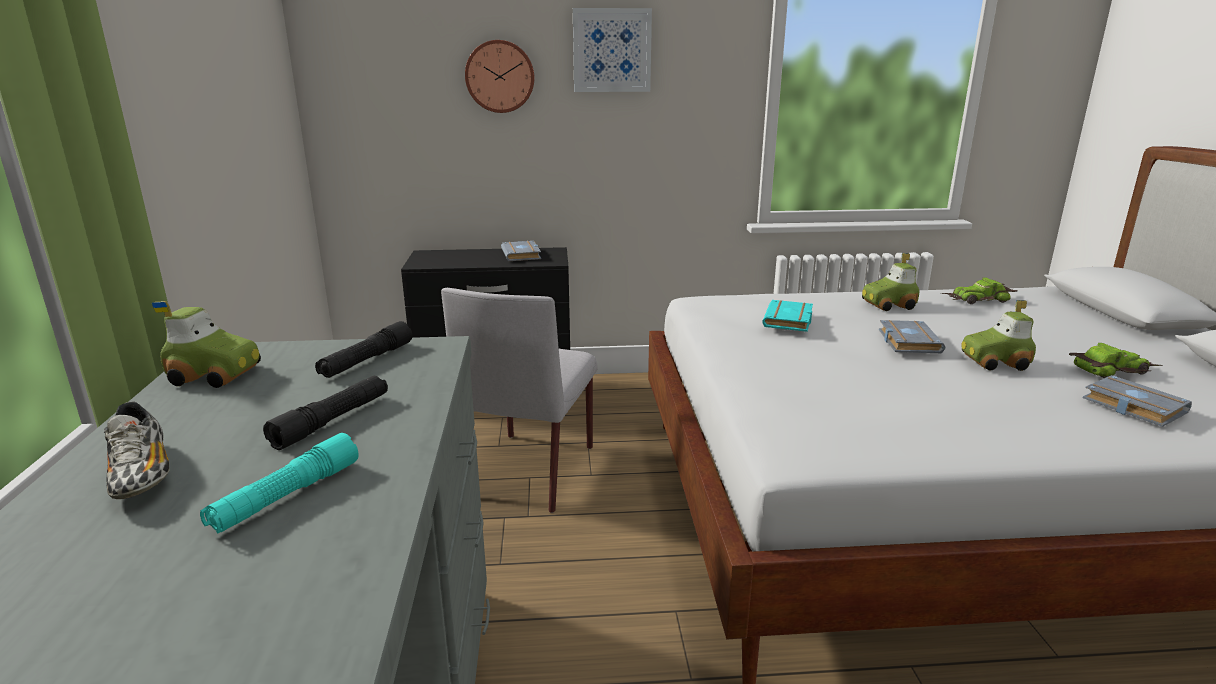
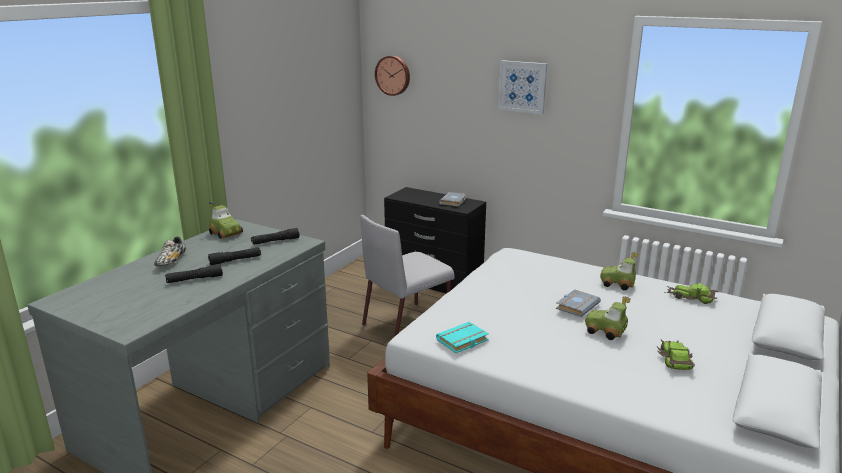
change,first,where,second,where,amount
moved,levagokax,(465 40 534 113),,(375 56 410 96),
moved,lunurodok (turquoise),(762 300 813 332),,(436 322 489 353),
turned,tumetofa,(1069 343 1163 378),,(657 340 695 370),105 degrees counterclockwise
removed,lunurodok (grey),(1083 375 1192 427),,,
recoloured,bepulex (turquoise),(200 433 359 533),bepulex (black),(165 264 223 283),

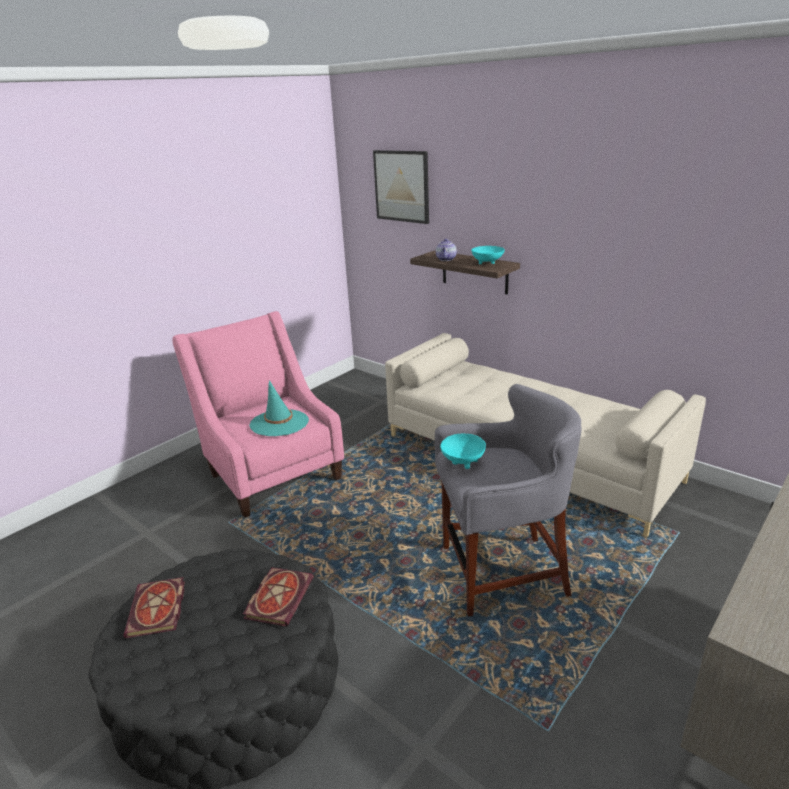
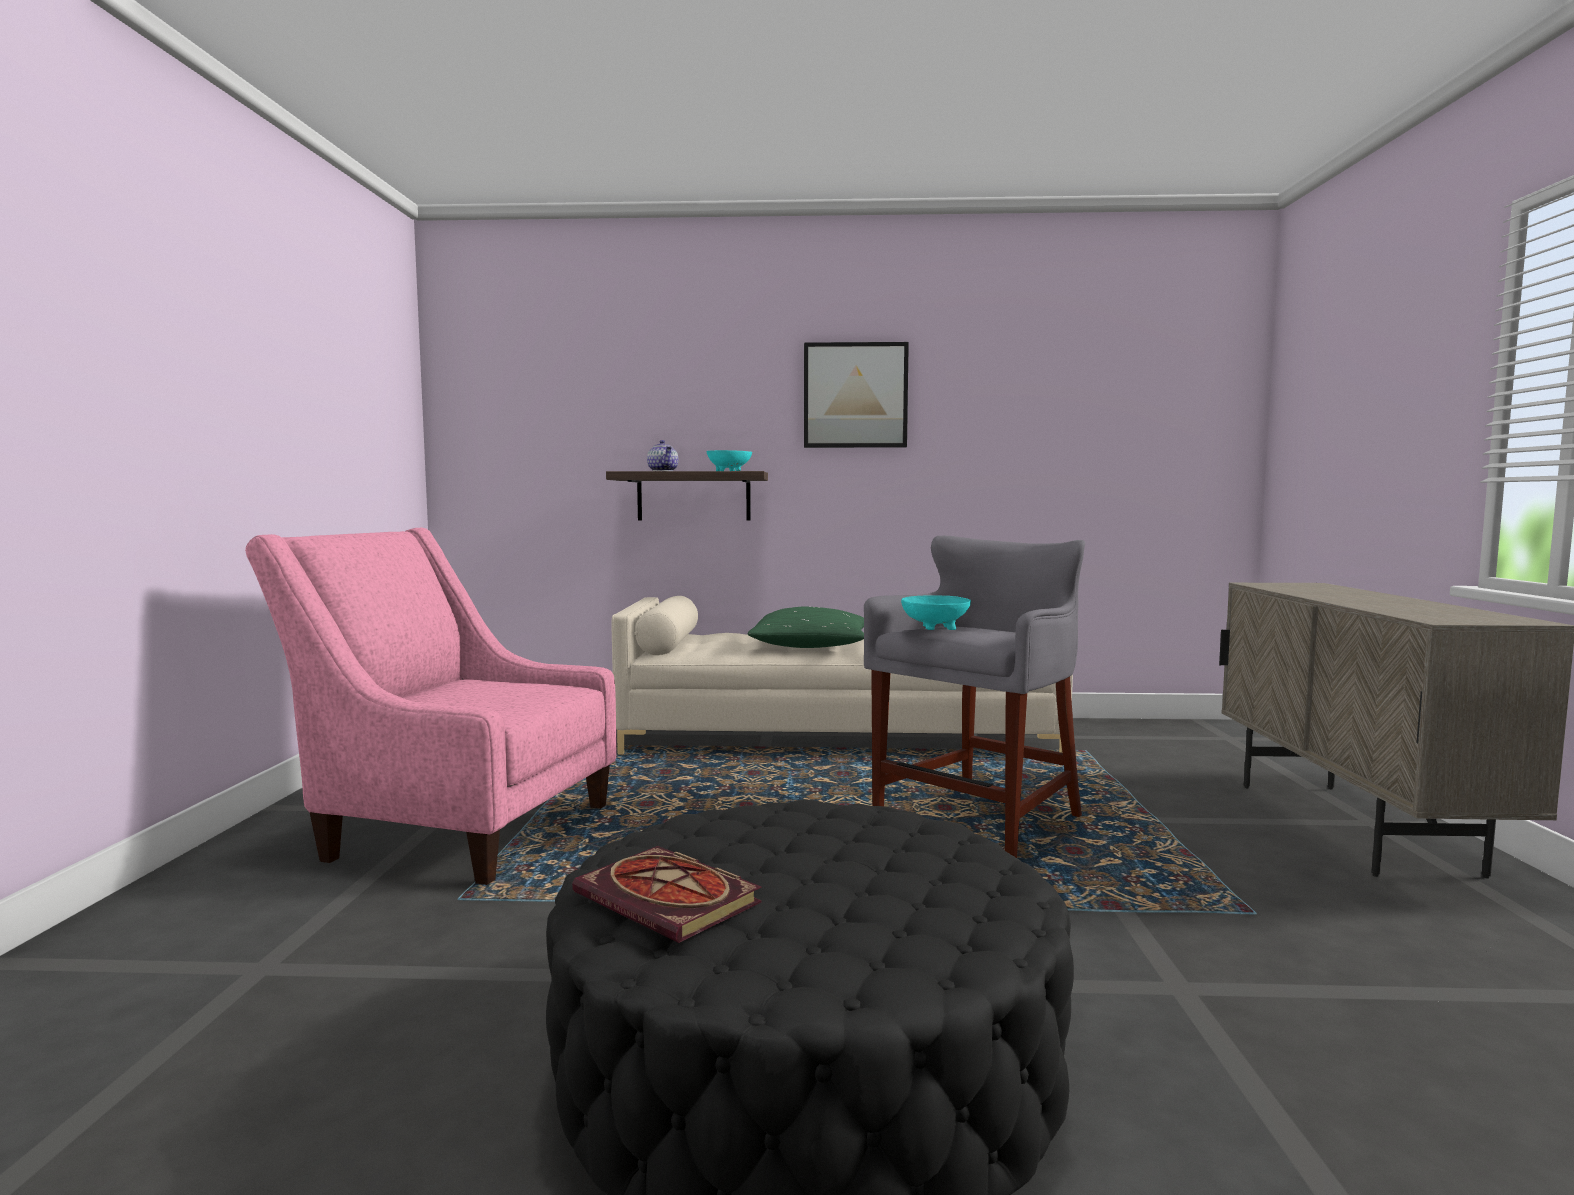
change,first,where,second,where,amount
moved,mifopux,(373 150 429 224),,(804 342 909 448),
removed,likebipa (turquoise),(249 380 309 436),,,
removed,lunurodok,(243 567 313 626),,,
added,,,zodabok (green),(748 607 864 648),

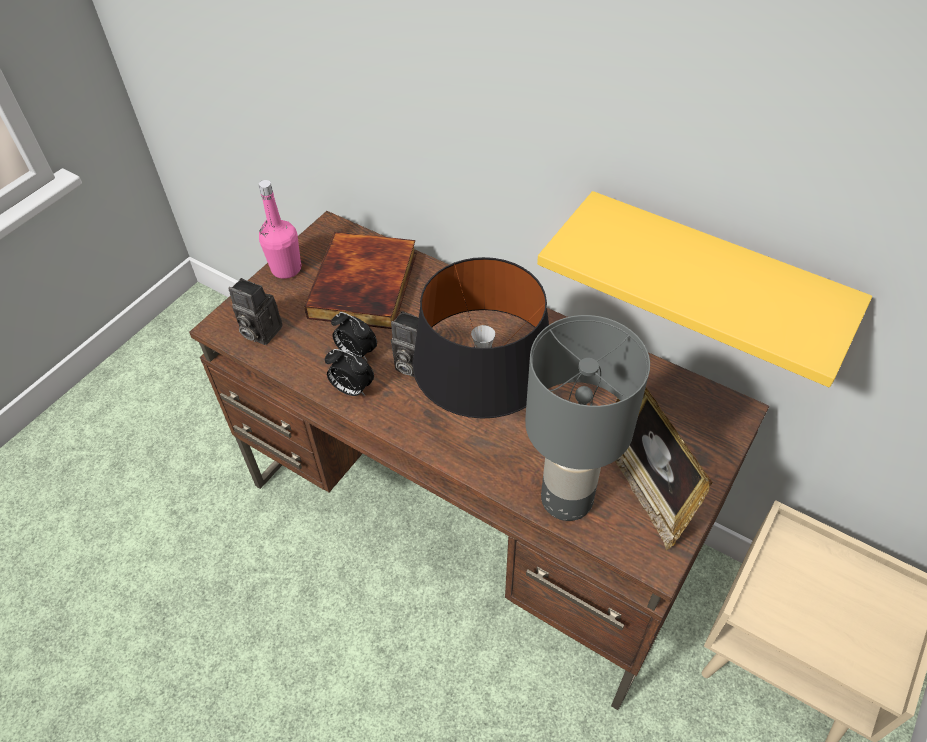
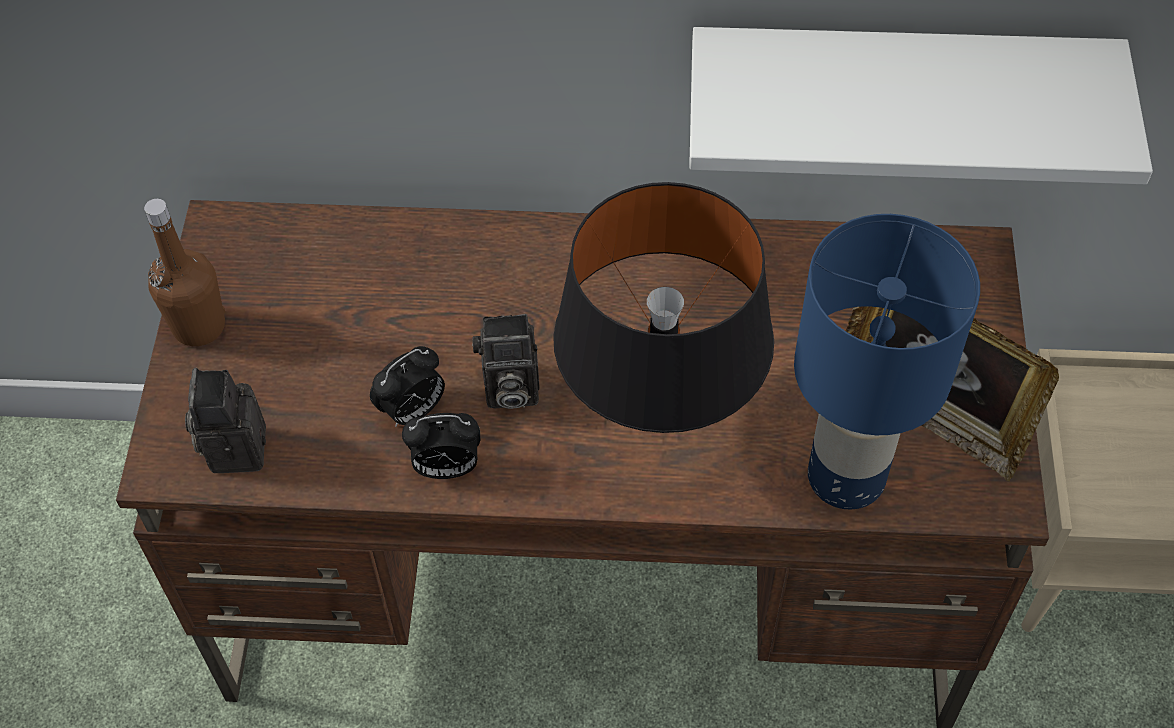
change,first,where,second,where,amount
recoloured,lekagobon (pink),(258 180 302 279),lekagobon (brown),(144 199 225 346),
recoloured,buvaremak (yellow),(537 191 872 387),buvaremak (white),(689 27 1153 184),
removed,lunurodok,(304 232 417 329),,,
turned,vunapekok,(229 278 283 345),,(185 368 266 473),90 degrees clockwise
turned,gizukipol,(331 312 377 362),,(370 346 445 427),45 degrees counterclockwise
recoloured,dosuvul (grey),(525 315 650 521),dosuvul (blue),(794 214 980 510),

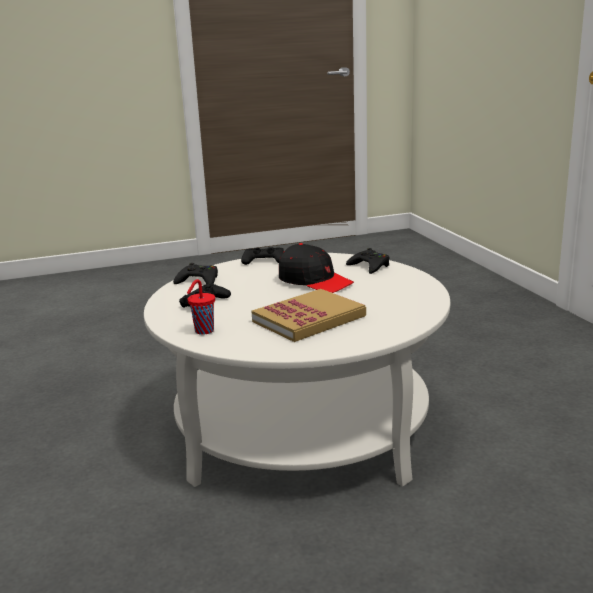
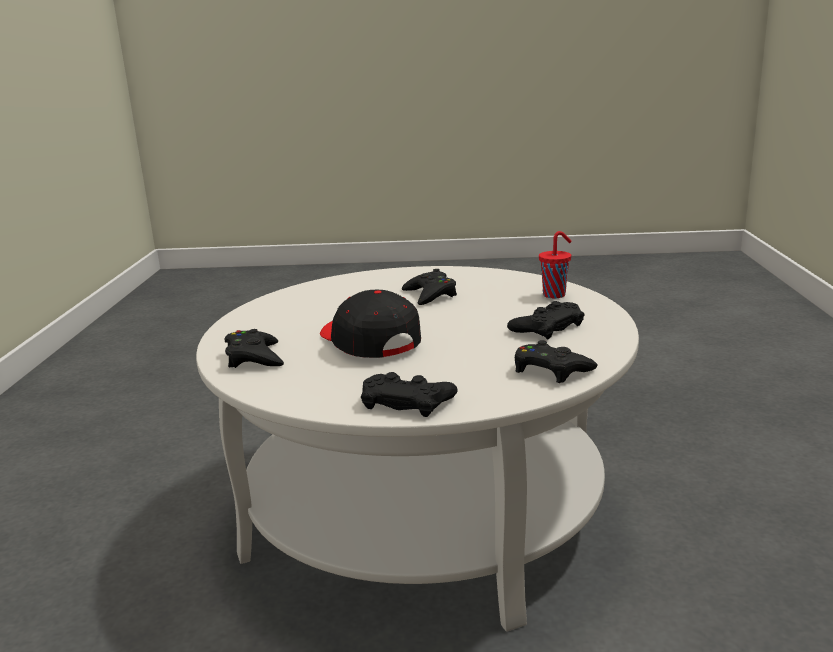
change,first,where,second,where,amount
replaced,lunurodok,(252 289 366 342),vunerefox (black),(402 269 457 305),

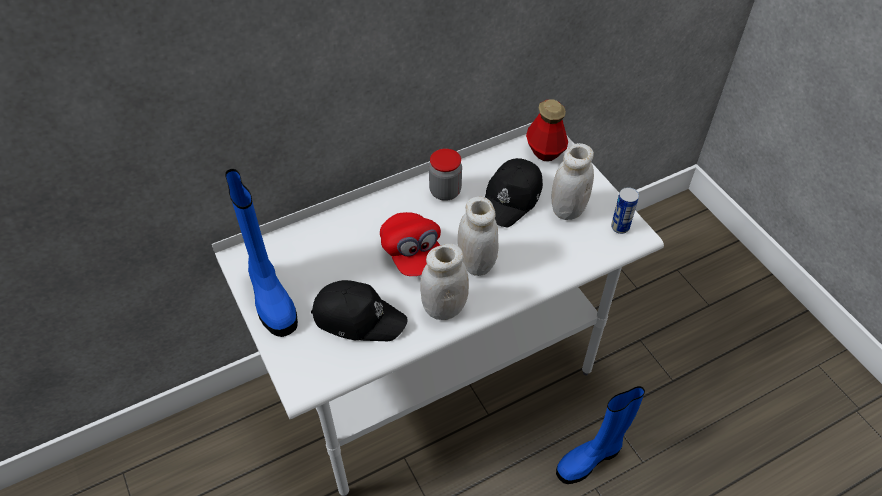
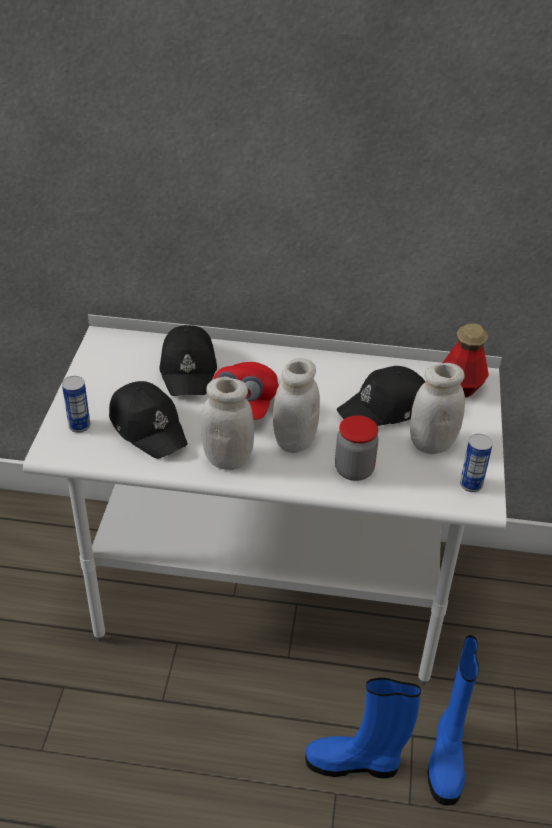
change,first,where,second,where,amount
moved,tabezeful,(429 149 462 201),,(335 415 379 481),
moved,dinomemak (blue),(225 169 298 337),,(427 635 479 806),
added,,,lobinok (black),(159 325 217 396),
added,,,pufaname,(62 376 90 433),

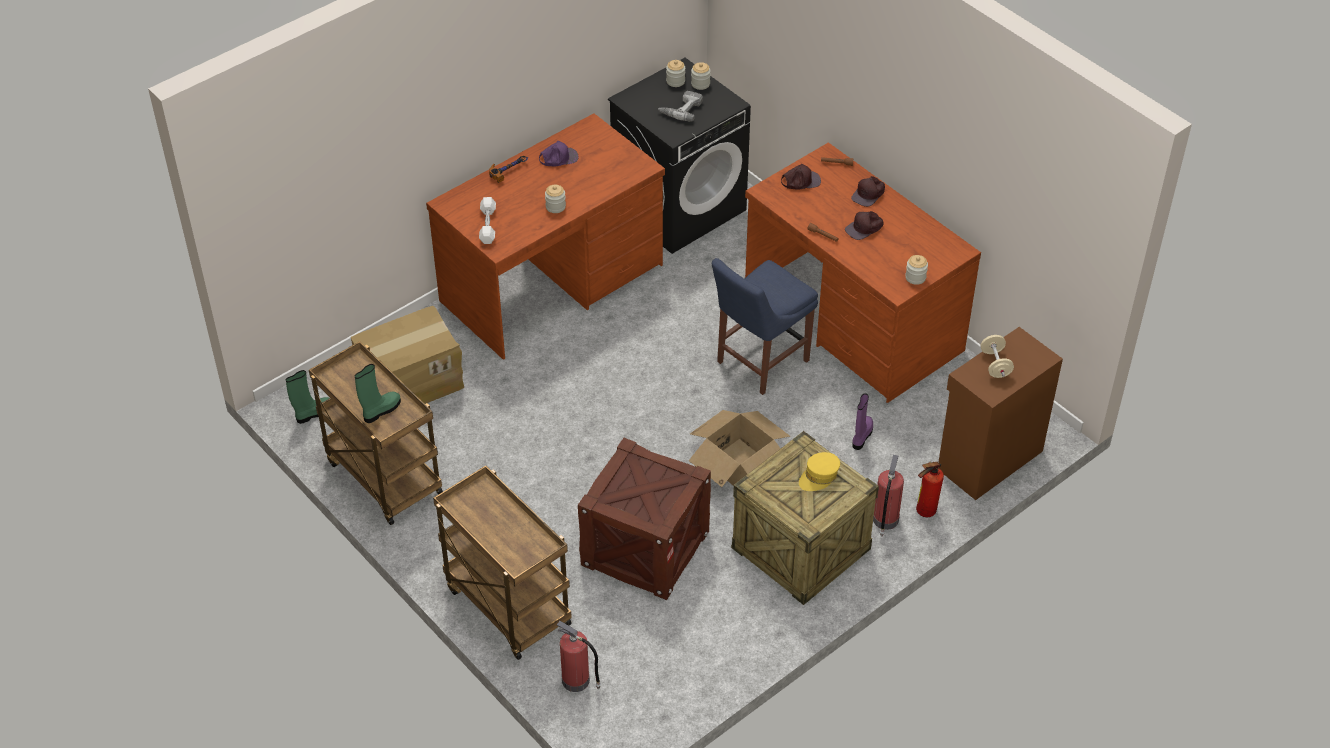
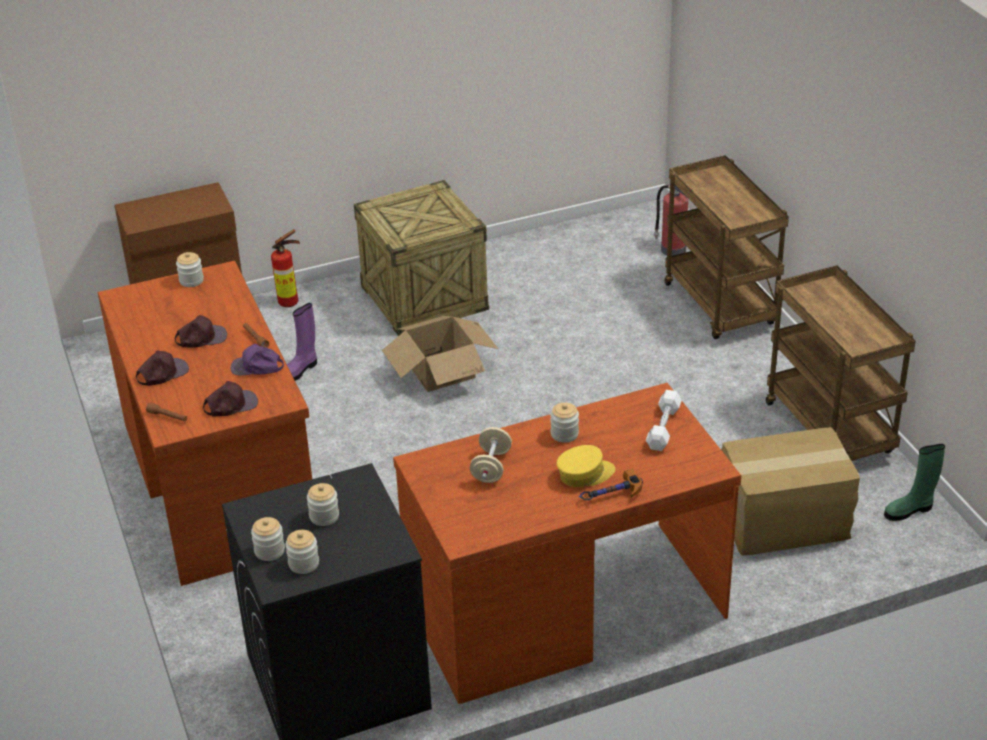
change,first,where,second,where,amount
replaced,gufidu,(658 91 703 122),tabezeful,(307 483 339 526),
moved,lobinok (purple),(539 141 578 166),,(231 344 284 375),
turned,lobinok (brown),(781 164 821 190),,(203 381 258 416),150 degrees clockwise
removed,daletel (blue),(712 258 818 395),,,
moved,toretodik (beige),(981 335 1014 378),,(470 427 512 483),
removed,dinomemak (green),(355 364 401 423),,,
removed,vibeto,(578 438 711 600),,,
moved,lobinok (yellow),(799 452 840 491),,(557 445 615 487),
removed,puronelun,(873 455 904 537),,,

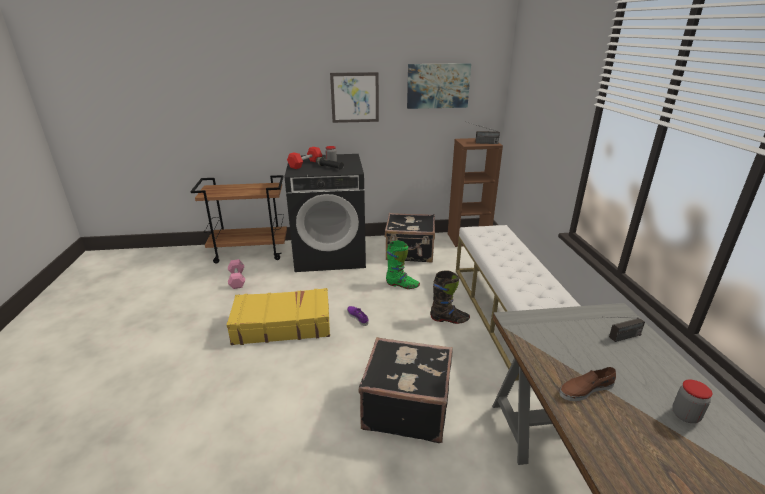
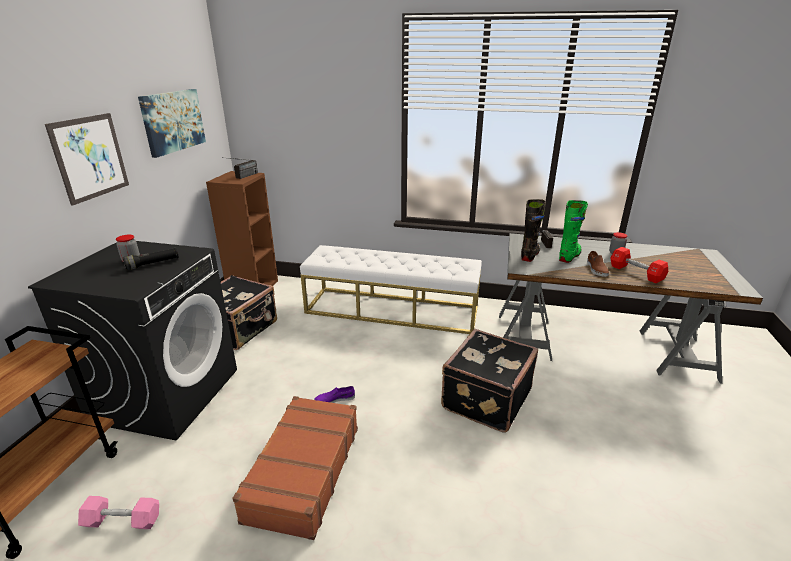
change,first,where,second,where,amount
moved,toretodik (red),(287 147 323 169),,(611 247 668 283),
moved,dinomemak (green),(386 241 420 289),,(559 200 588 263),
moved,dinomemak (black),(430 271 470 324),,(521 199 546 262),
recoloured,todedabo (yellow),(226 288 330 345),todedabo (brown),(232 396 358 540),

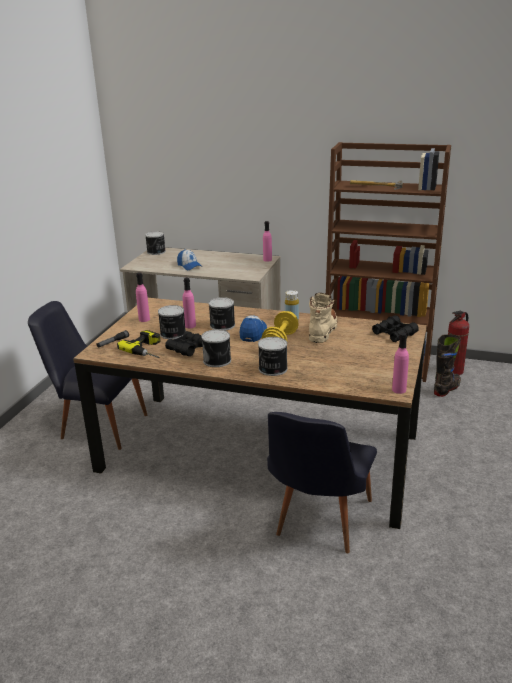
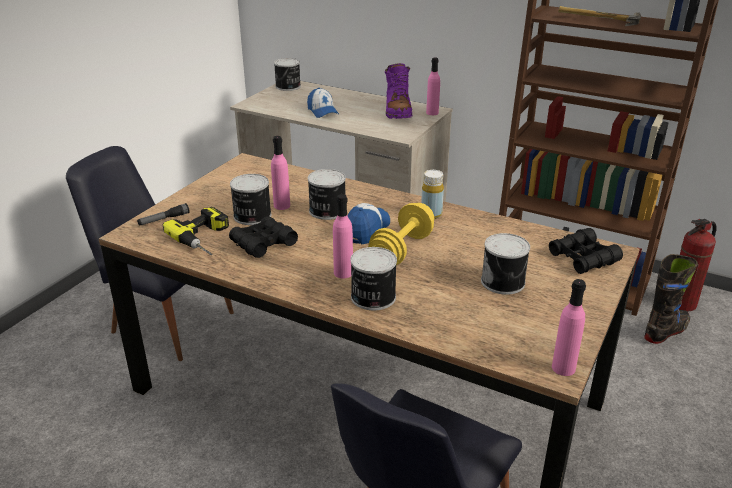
change,first,where,second,where,amount
moved,lekagobon (pink),(136 272 150 322),,(333 194 353 278),
removed,dinomemak (beige),(309 293 337 343),,,
moved,pufaname,(201 329 231 367),,(481 233 530 295),
added,,,dinomemak (purple),(385 63 412 119),

